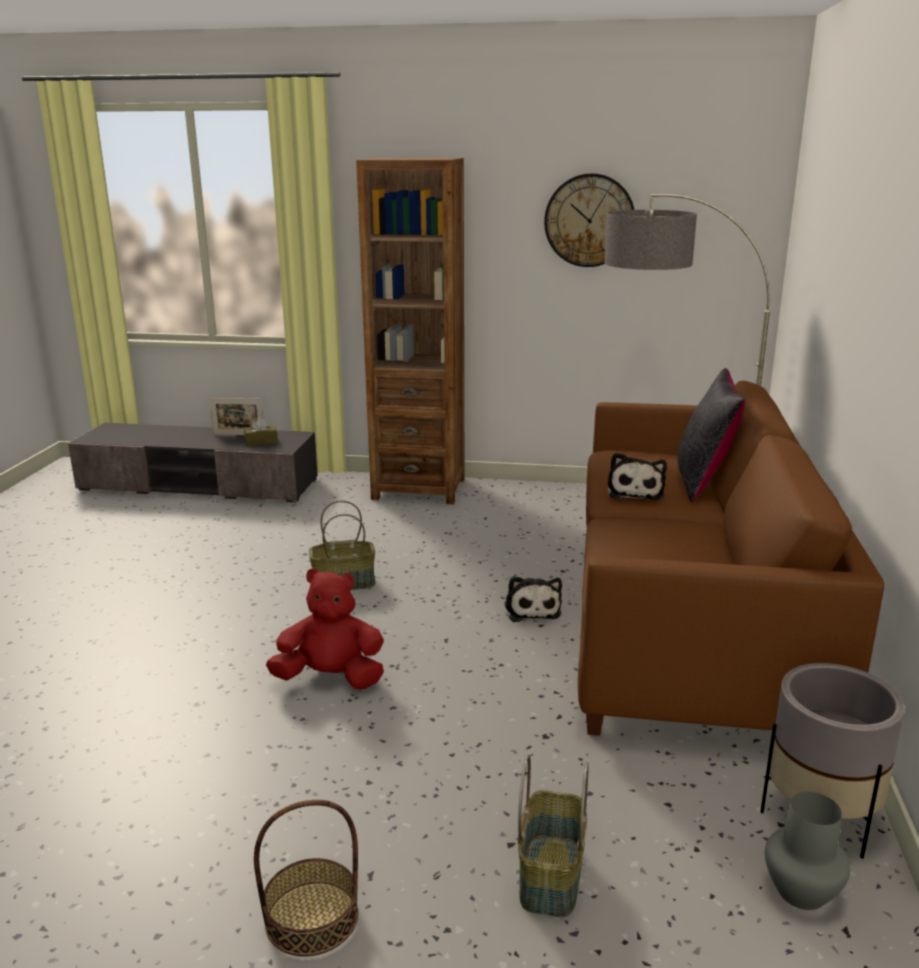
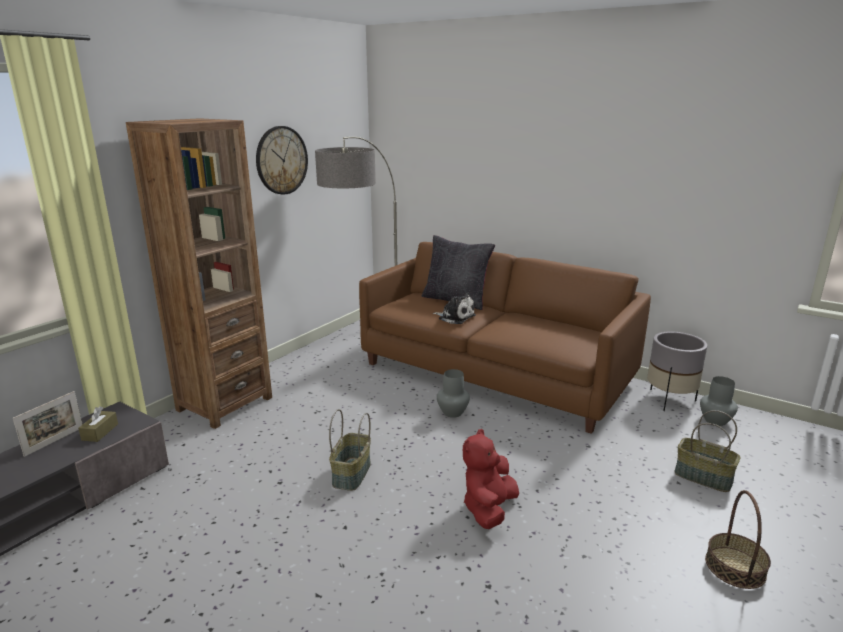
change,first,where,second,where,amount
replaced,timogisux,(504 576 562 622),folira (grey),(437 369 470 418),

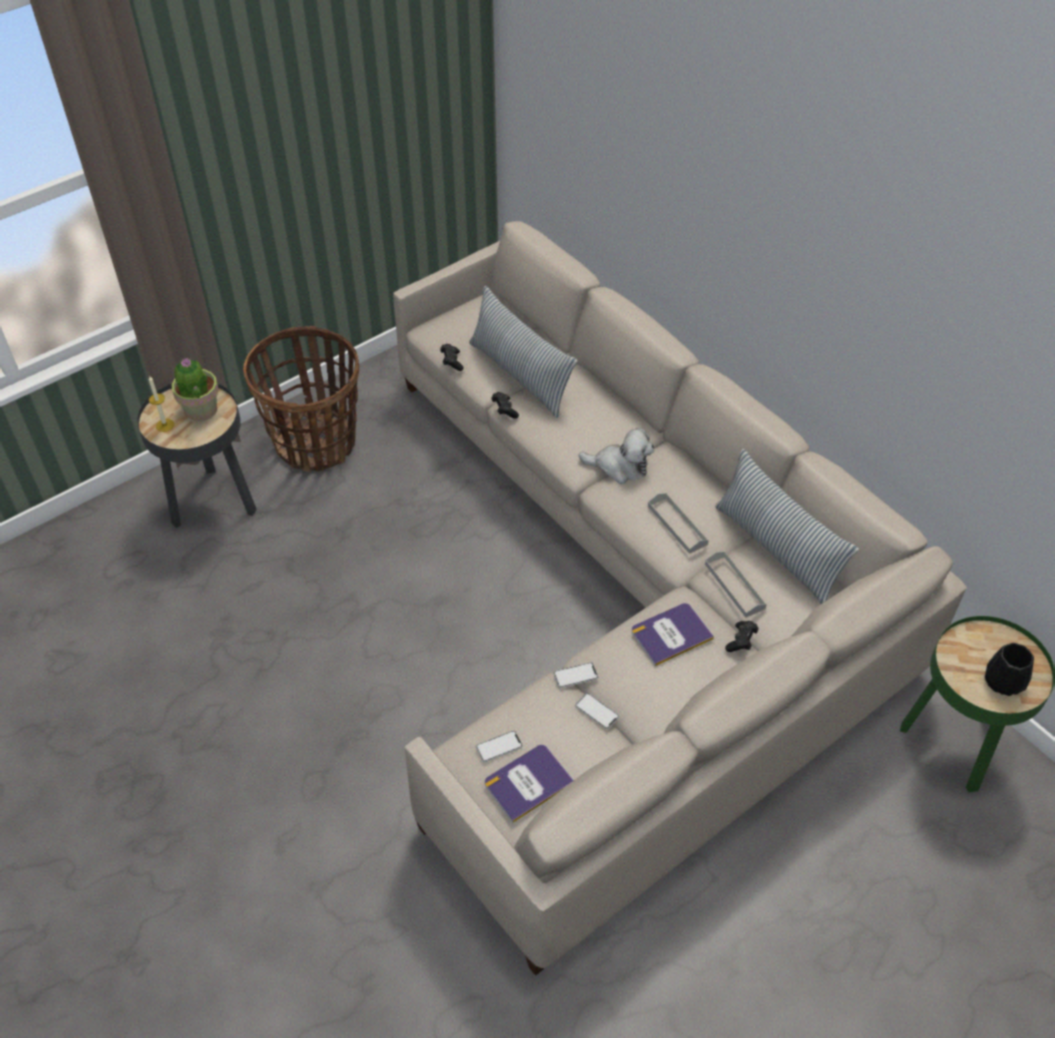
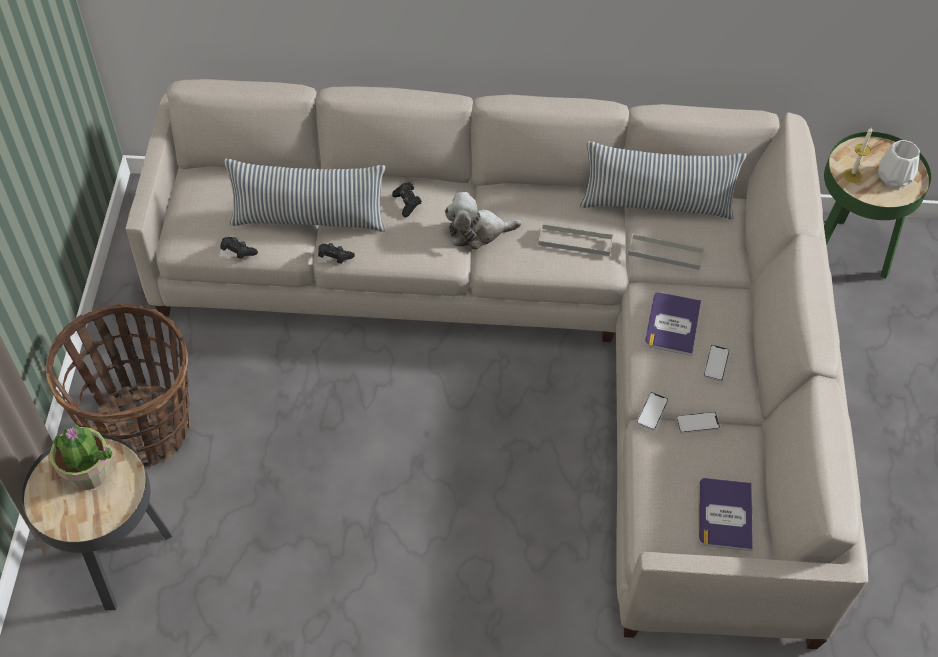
change,first,where,second,where,amount
moved,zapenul,(149 376 174 432),,(843 127 872 183),
turned,timogisux,(579 428 654 484),,(445 192 522 250),150 degrees counterclockwise
moved,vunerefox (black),(725 621 758 652),,(392 182 422 217),
recoloured,folira (black),(985 643 1034 696),folira (white),(878 140 920 188),
moved,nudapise,(476 731 523 762),,(703 345 730 381),

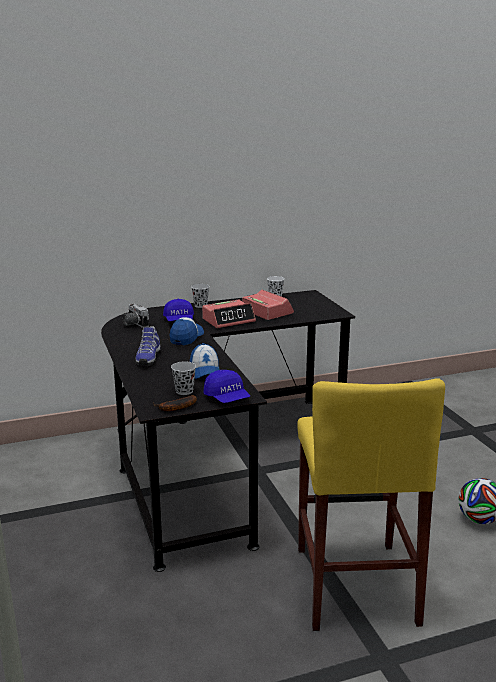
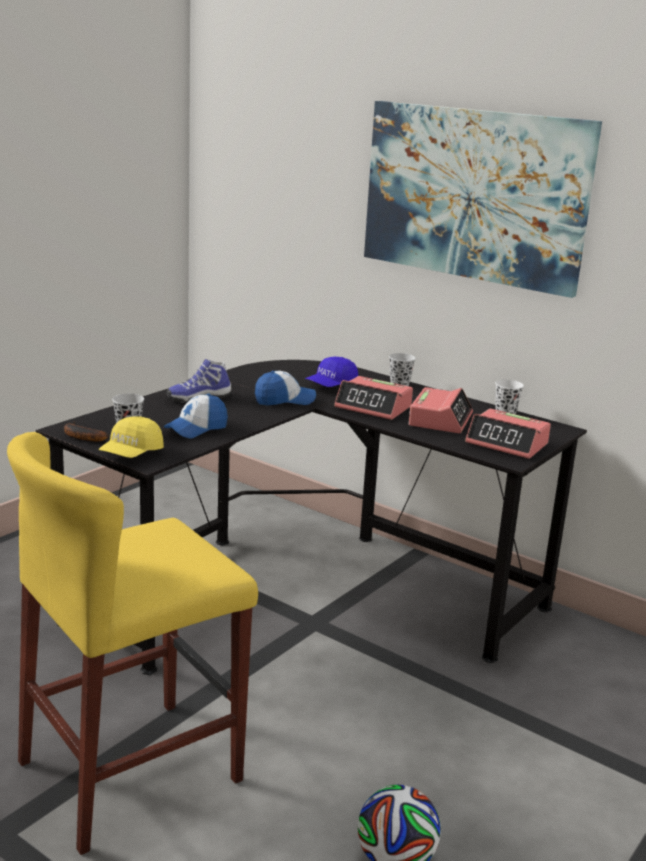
change,first,where,second,where,amount
removed,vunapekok,(123 304 149 328),,,
recoloured,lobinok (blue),(203 370 250 403),lobinok (yellow),(99 416 164 458),
added,,,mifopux,(364 101 602 298),
added,,,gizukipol,(465 409 551 459),

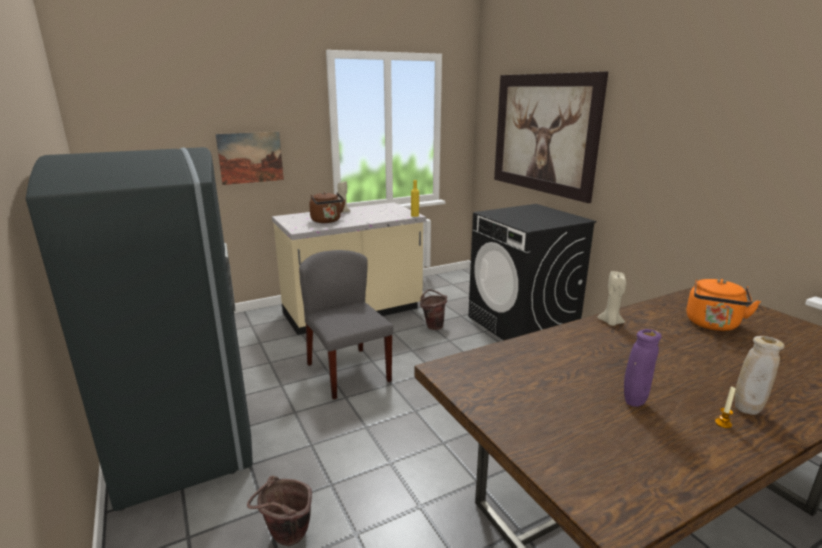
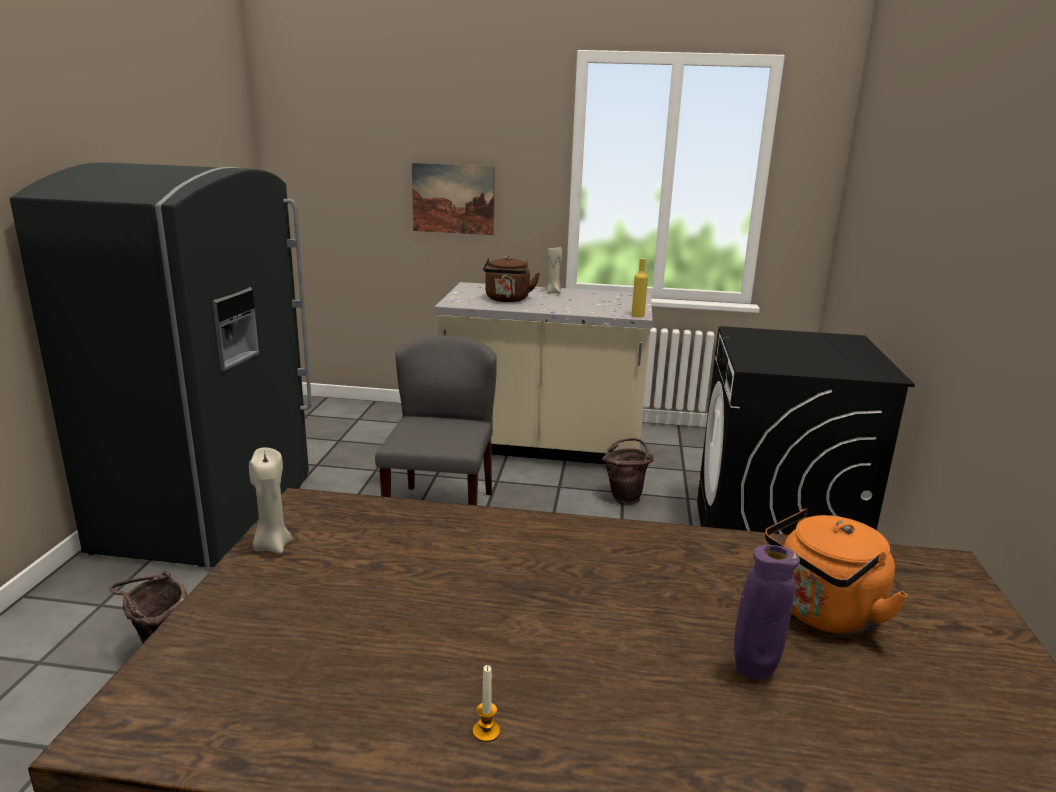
change,first,where,second,where,amount
removed,mifopux,(494 72 608 203),,,
moved,zapenul (beige),(597 271 626 326),,(249 448 292 554),
moved,folira (purple),(624 329 662 407),,(734 545 800 680),
removed,folira (beige),(735 336 784 415),,,

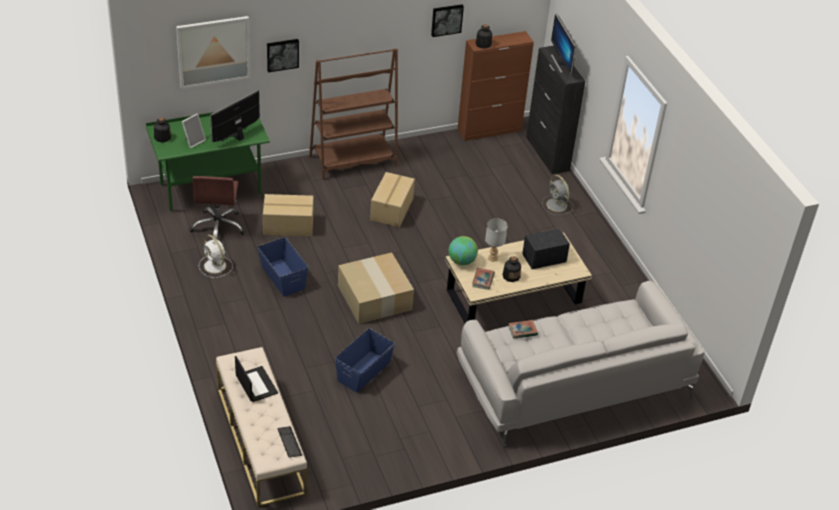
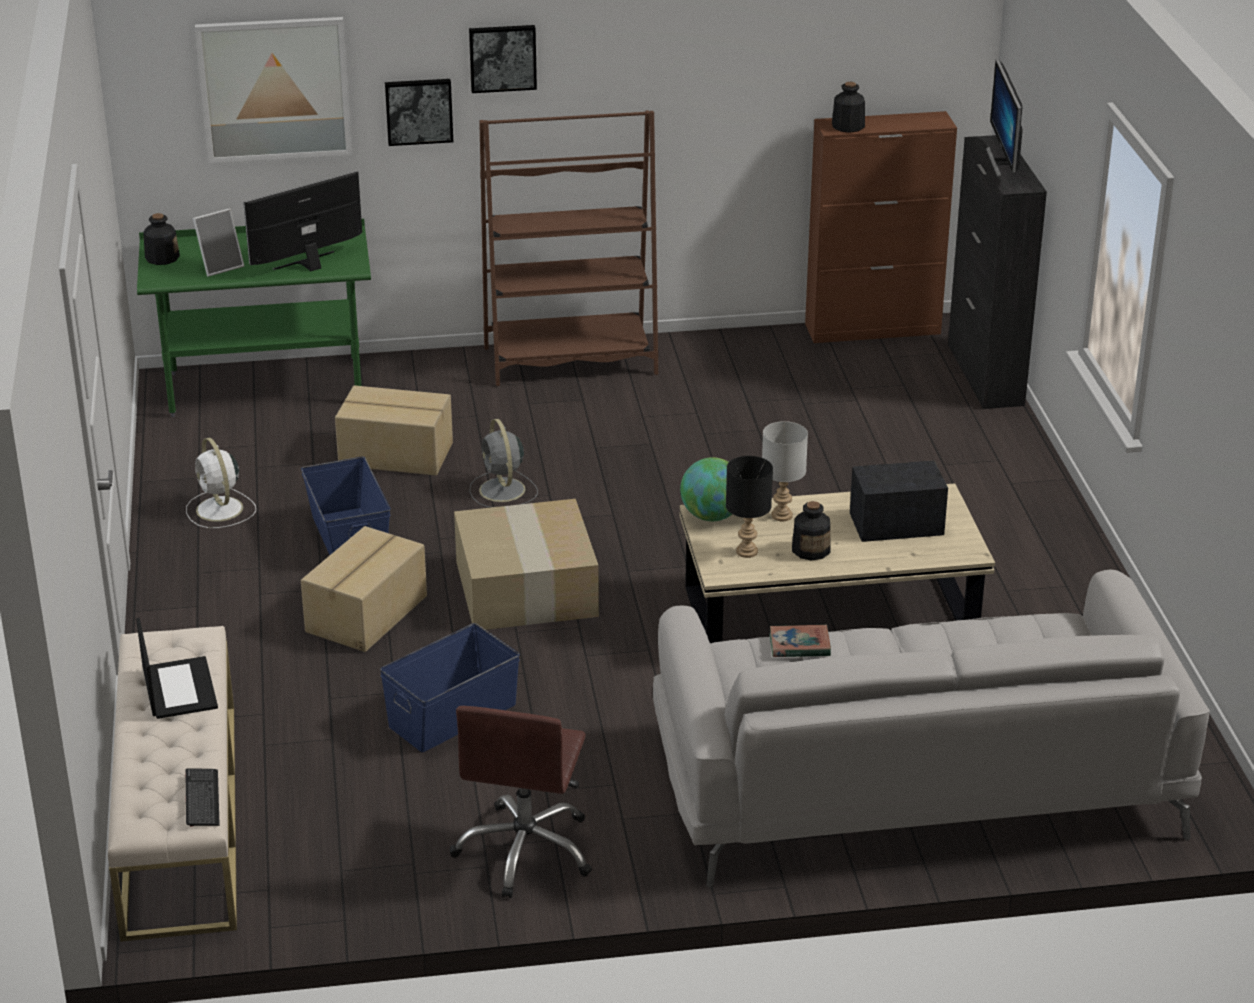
change,first,where,second,where,amount
moved,mifopux,(431 4 464 37),,(469 25 537 93),
moved,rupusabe,(370 172 415 227),,(301 526 427 652),
moved,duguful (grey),(542 175 573 215),,(470 419 538 508),
moved,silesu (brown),(190 176 245 240),,(450 706 592 898),
replaced,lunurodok,(472 267 495 290),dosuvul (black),(726 456 773 558),

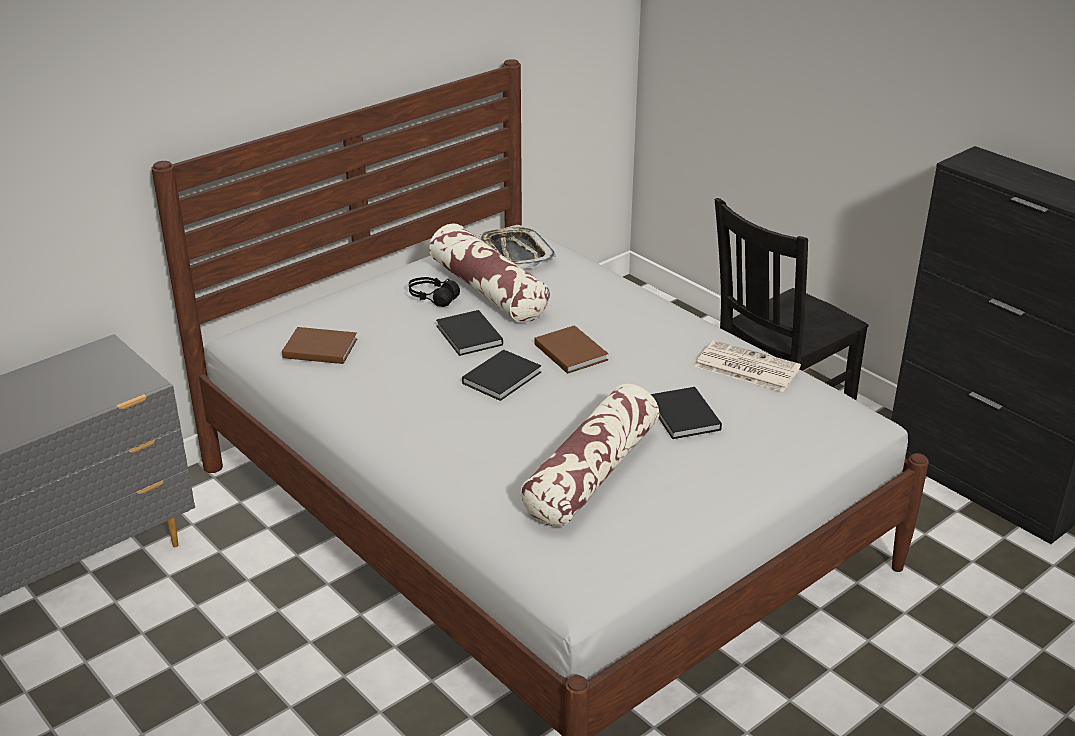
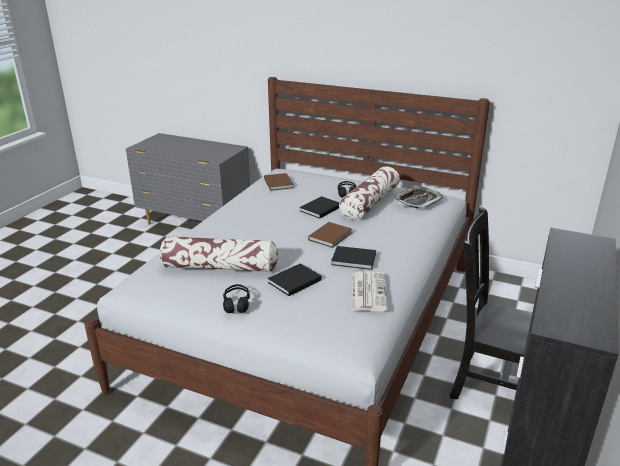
change,first,where,second,where,amount
moved,lunurodok (black),(462 350 541 401),,(331 246 376 270),
added,,,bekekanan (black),(223 284 250 313),

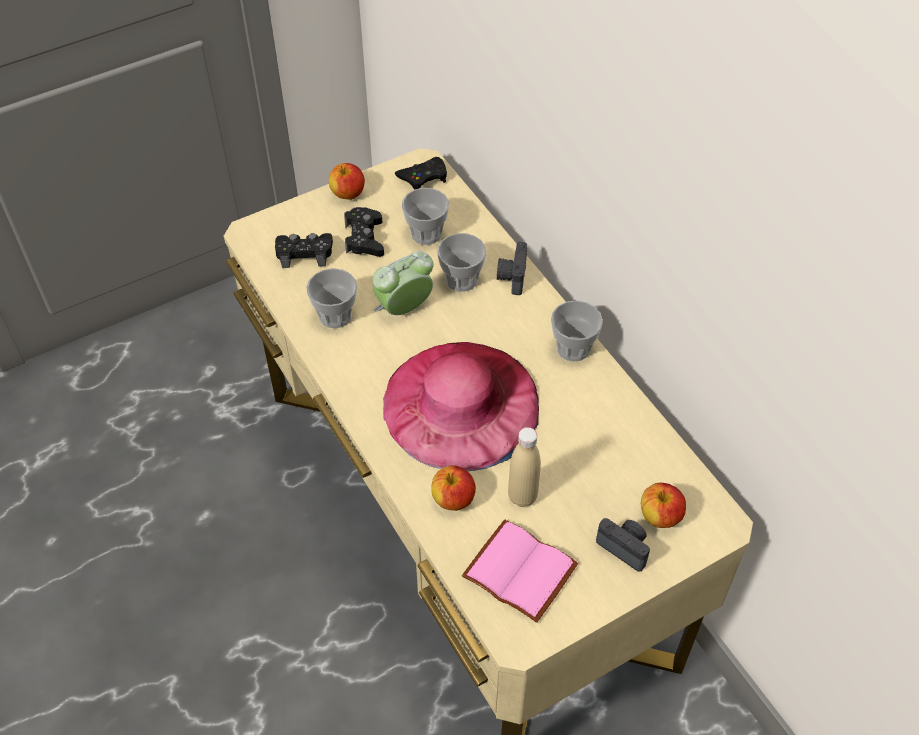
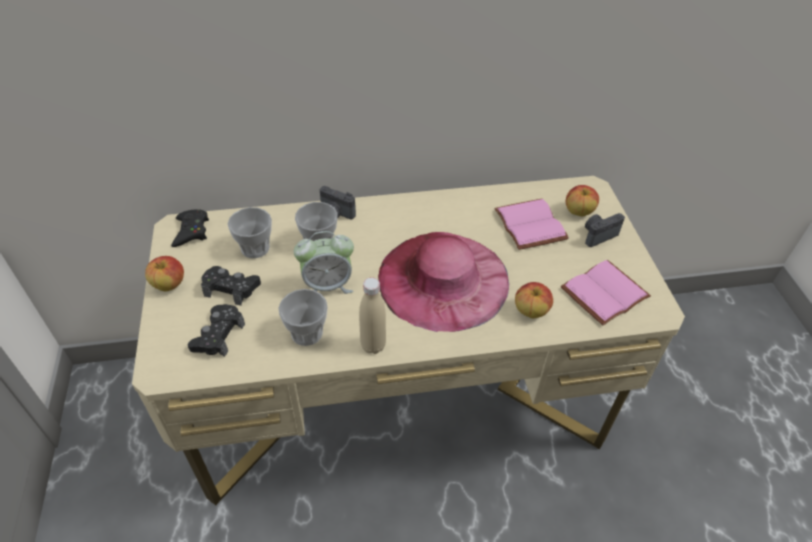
change,first,where,second,where,amount
turned,gizukipol,(373 251 434 315),,(294 231 354 294),90 degrees counterclockwise
removed,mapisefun,(551 300 603 361),,,
moved,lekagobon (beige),(508 427 541 507),,(359 277 386 354),
added,,,lunurodok (pink),(494 199 569 250),

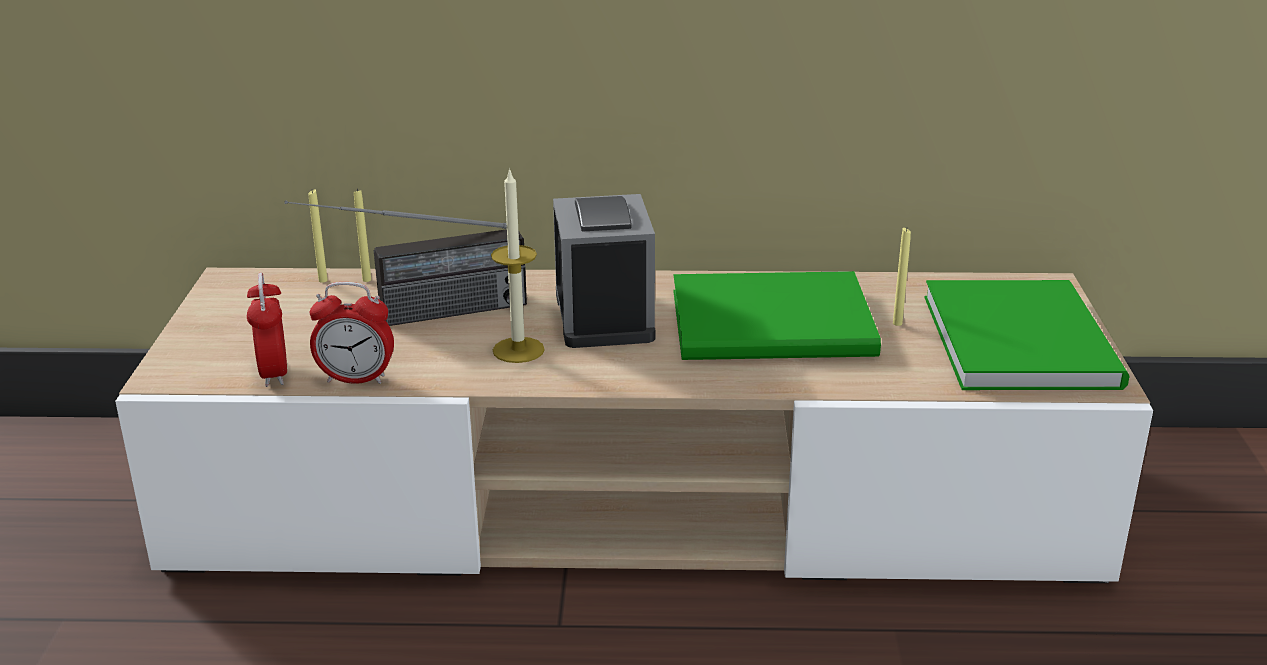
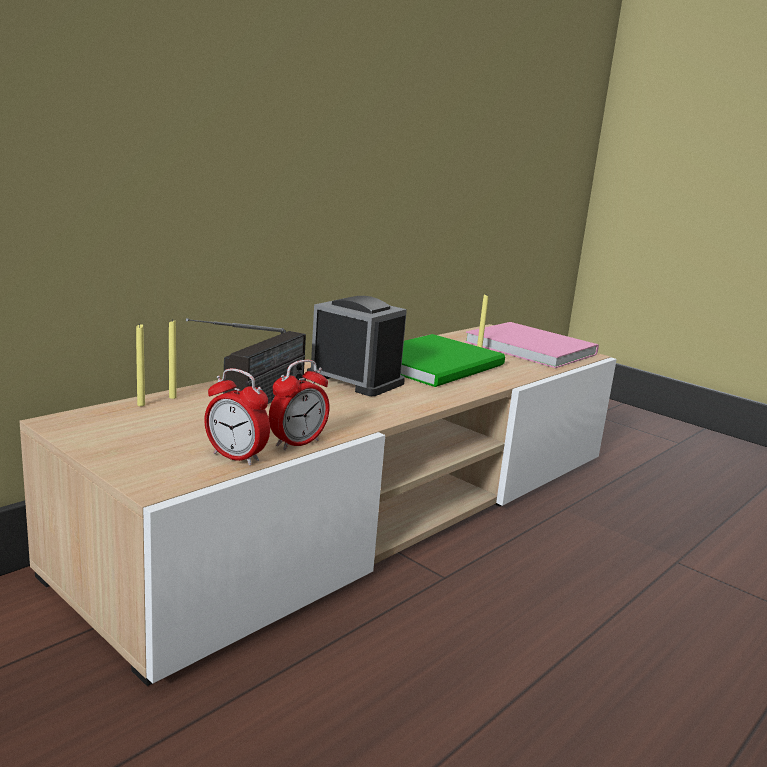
change,first,where,second,where,amount
removed,zapenul,(491 168 545 363),,,
recoloured,lunurodok (green),(924 280 1130 390),lunurodok (pink),(465 322 599 368),

